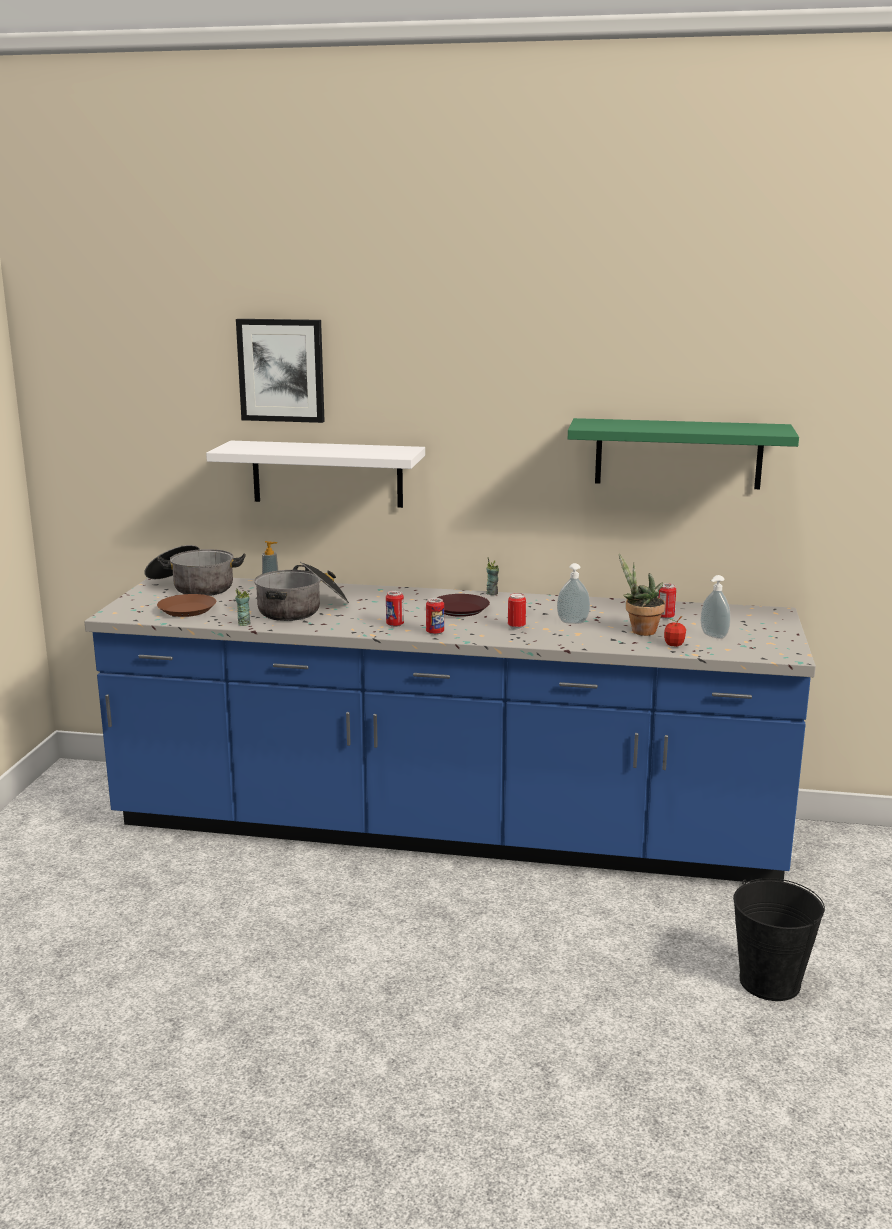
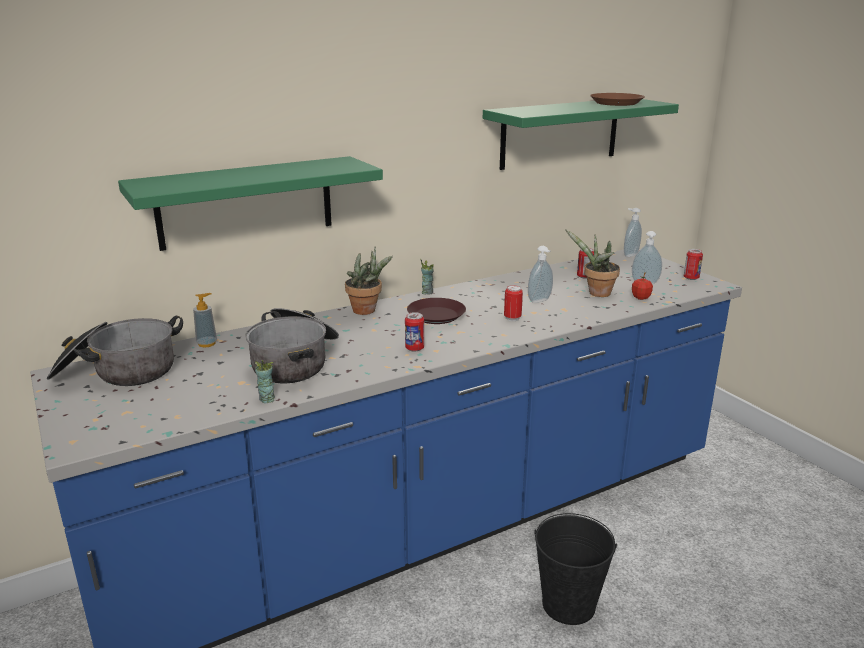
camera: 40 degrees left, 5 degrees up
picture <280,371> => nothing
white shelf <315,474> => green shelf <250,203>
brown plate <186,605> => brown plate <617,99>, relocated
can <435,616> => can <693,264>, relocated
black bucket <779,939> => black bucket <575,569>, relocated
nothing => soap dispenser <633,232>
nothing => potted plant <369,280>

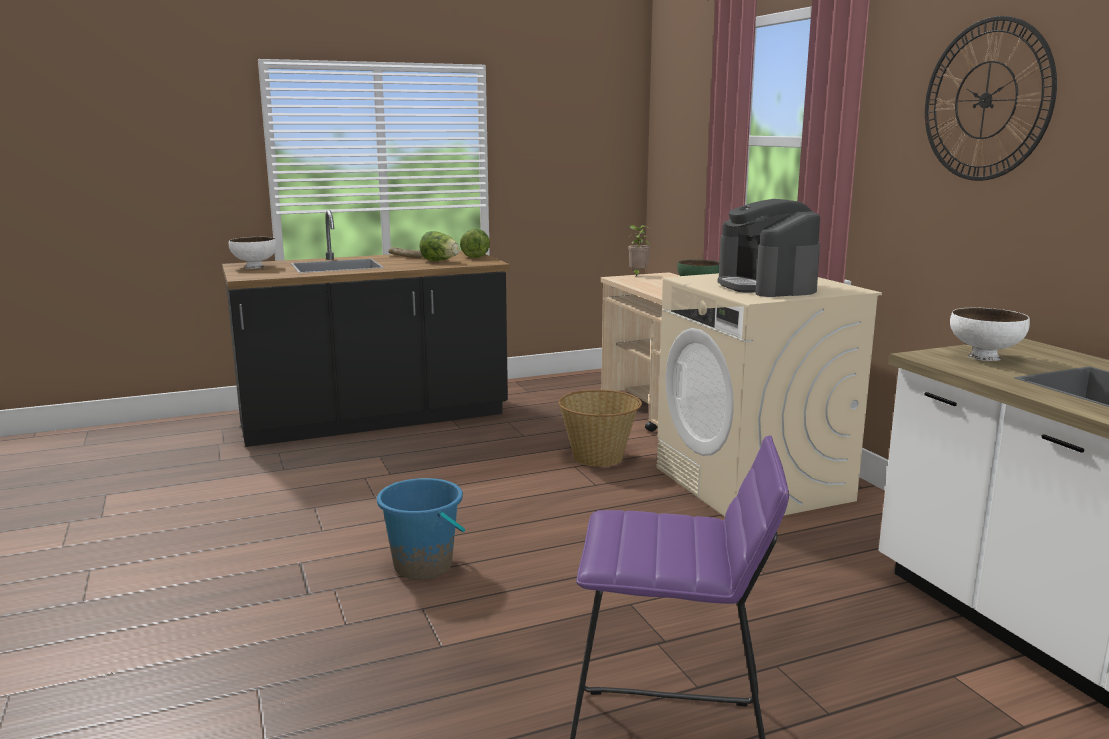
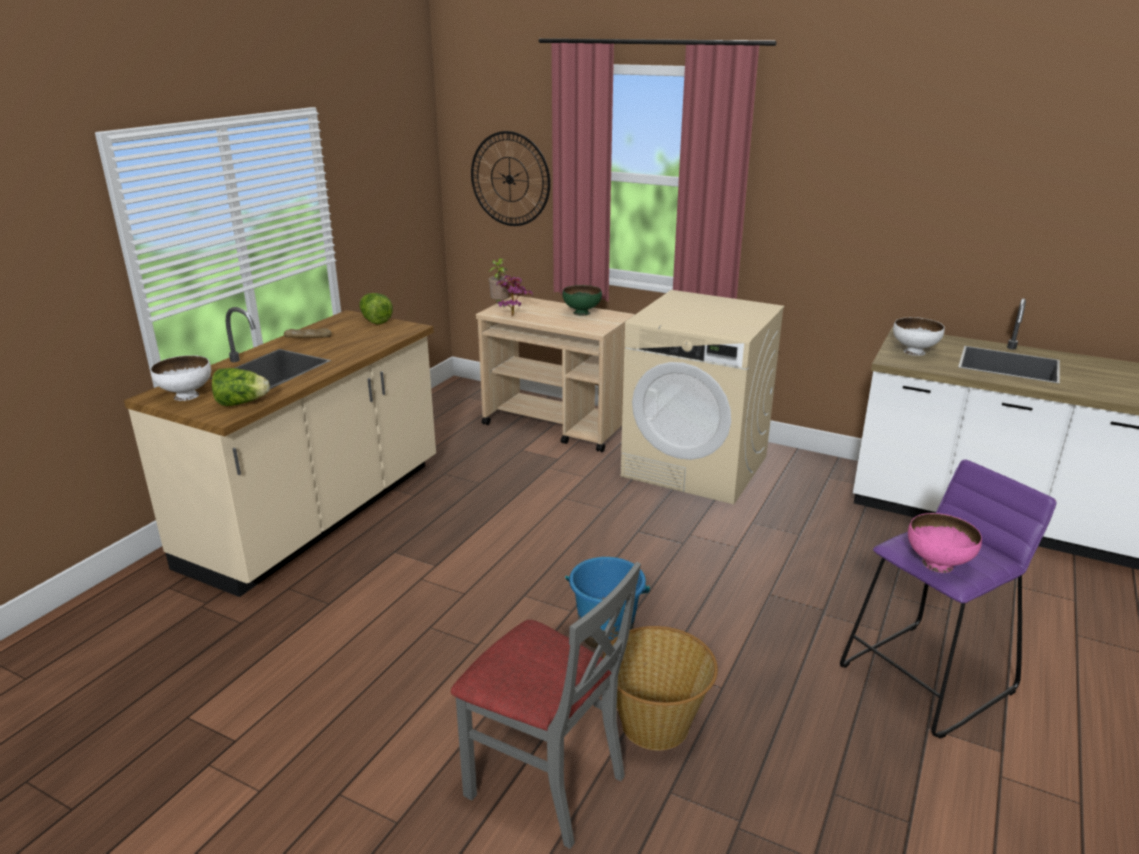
camera: 40 degrees left, 10 degrees up
wall clock <991,98> => wall clock <510,178>, relocated
coffee machine <769,248> => nothing
black counter <366,328> => beige counter <280,452>
lettuce <439,246> => lettuce <241,387>, relocated
basket <600,428> => basket <660,688>, relocated
nothing => potted plant <515,295>
nothing => pink bowl <945,543>
nothing => grey chair <546,705>

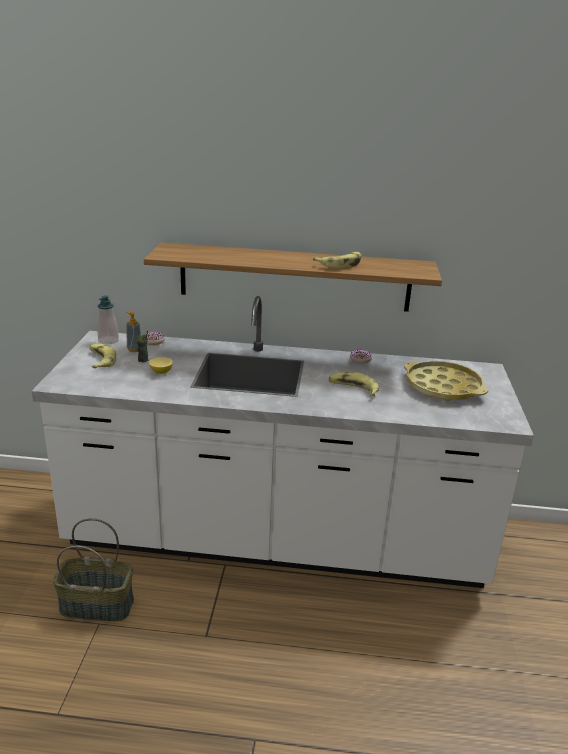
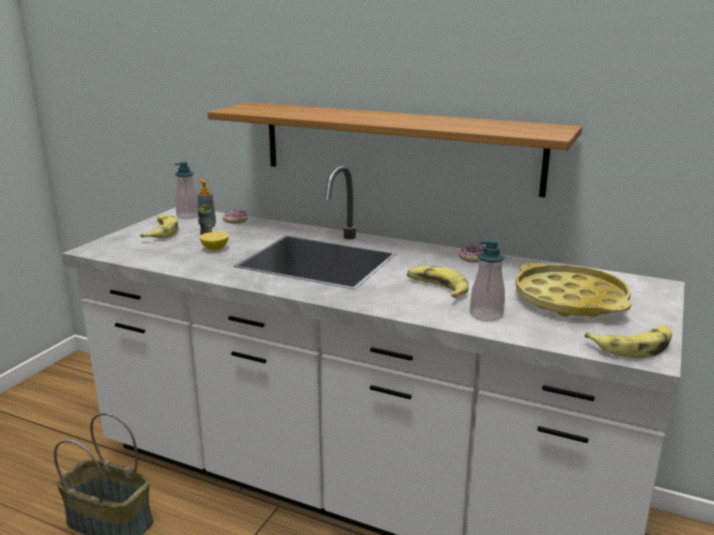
camera: 20 degrees right, 5 degrees down
banana <337,260> => banana <628,341>, relocated
nothing => soap dispenser <487,280>

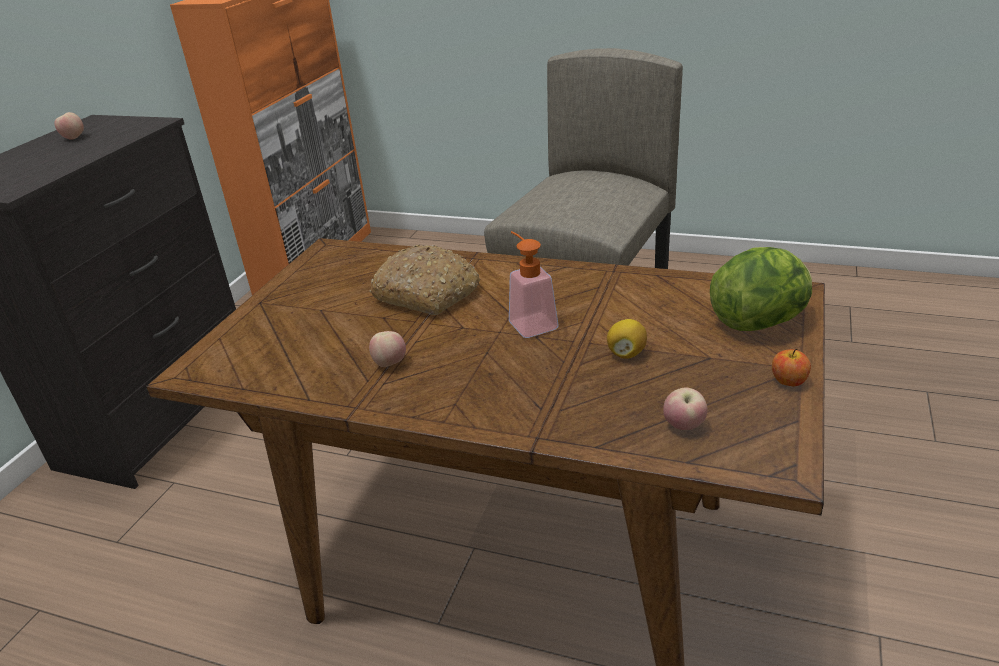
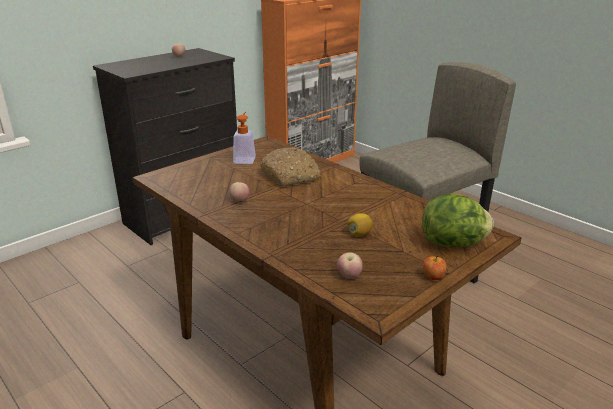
camera: 25 degrees right, 5 degrees down
soap dispenser <534,284> => soap dispenser <244,138>, relocated

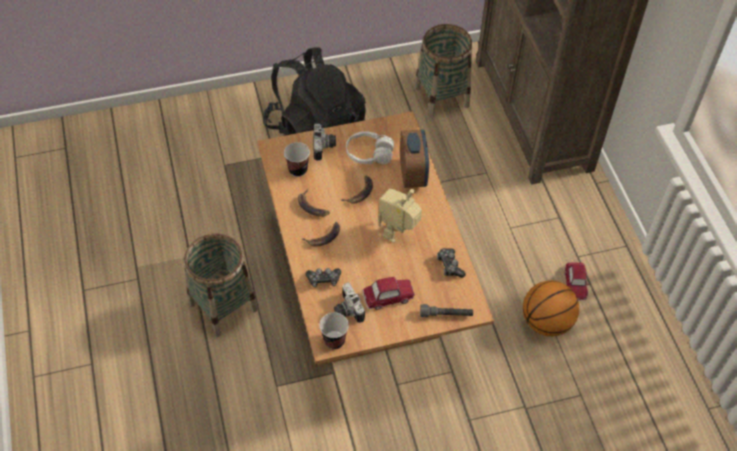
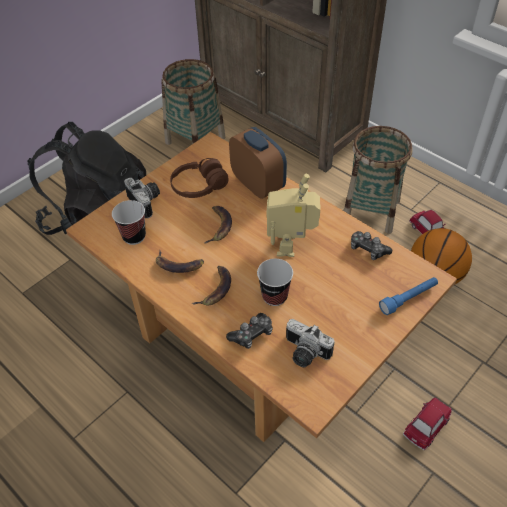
camera: 30 degrees left, 5 degrees down
white headphones <370,147> => brown headphones <199,178>
basket <221,285> => basket <378,180>, relocated
toy car <389,293> => toy car <427,424>, relocated
grey flashlight <446,311> => blue flashlight <408,296>
cup <334,331> => cup <275,282>, relocated

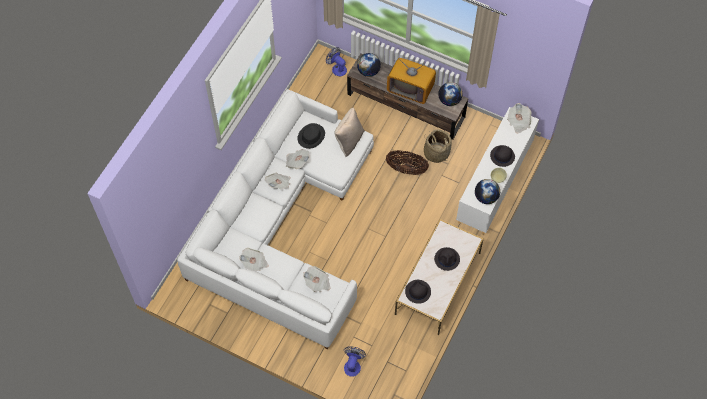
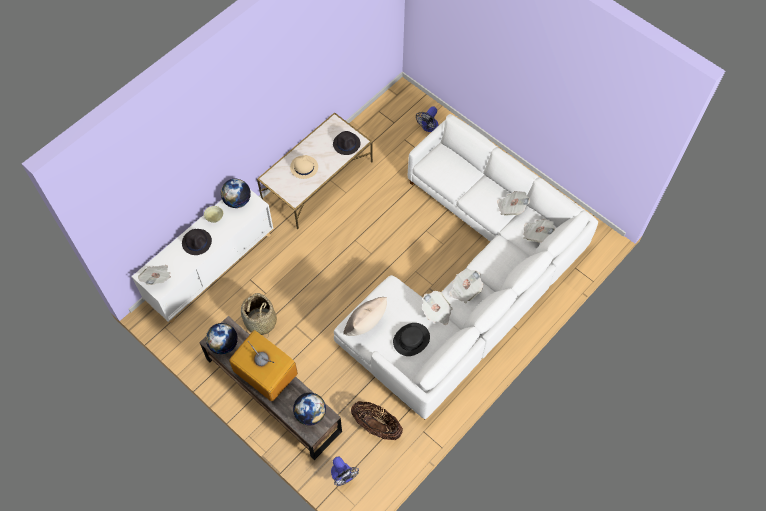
camera: 165 degrees left, 0 degrees up
basket <407,162> => basket <377,420>, relocated
black hat <447,259> => beige hat <304,167>
newspaper <317,279> => newspaper <539,230>, relocated

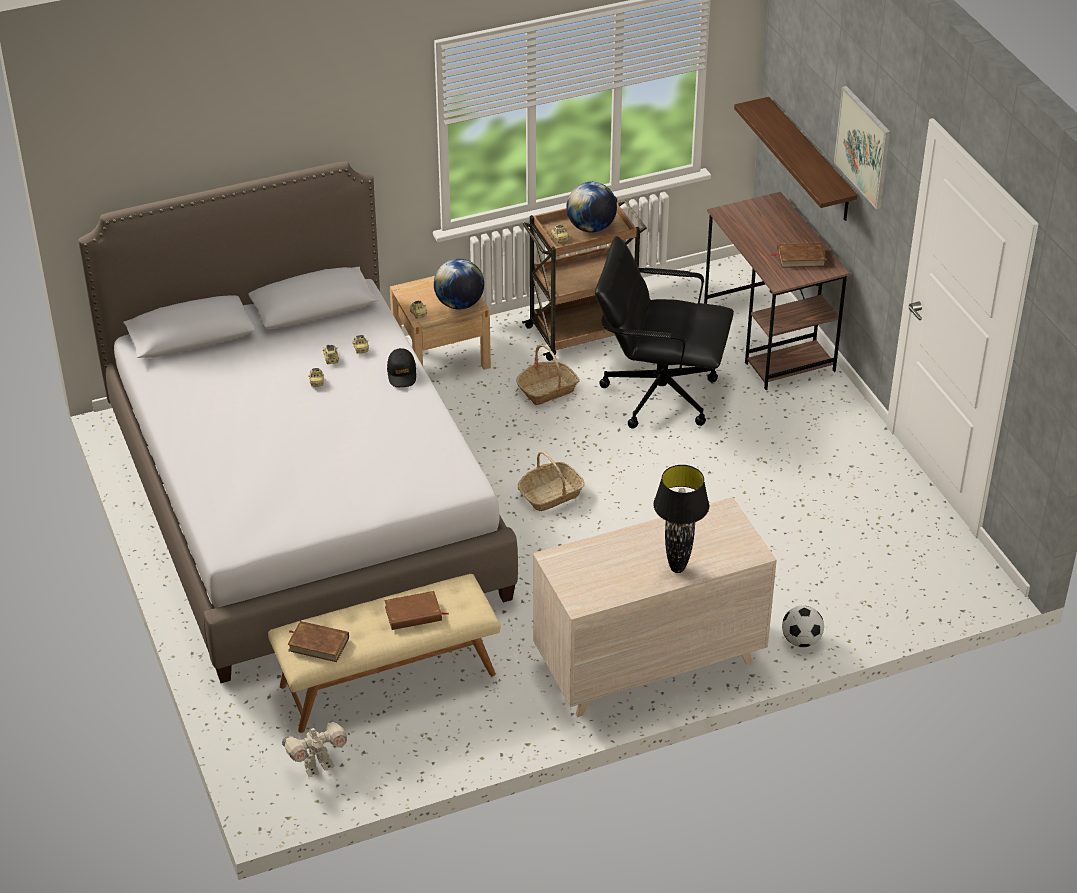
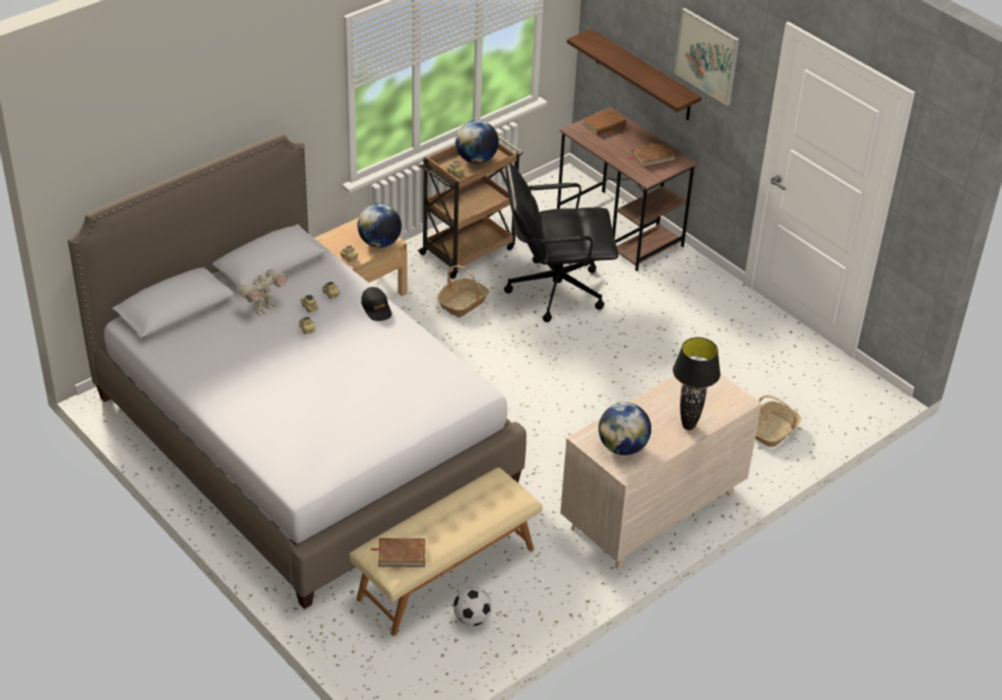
camera: 20 degrees left, 0 degrees up
basket <551,481> => basket <778,421>, relocated
brown book <416,610> => brown book <605,122>, relocated
football <803,626> => football <472,606>, relocated
toy robot <314,748> => toy robot <261,292>, relocated
nothing => globe <624,428>

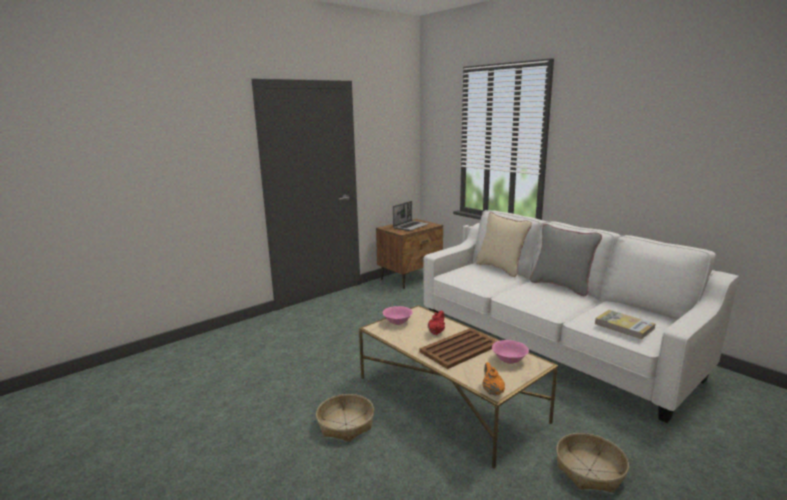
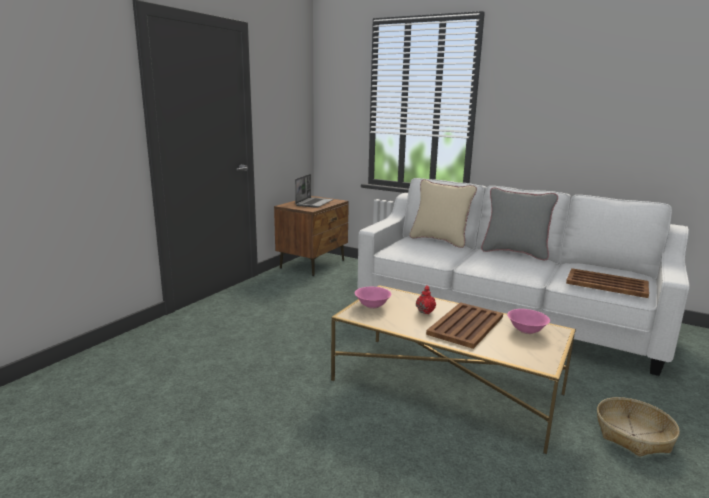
camera: 20 degrees left, 0 degrees up
book <625,324> => brown tray <607,283>
orange teapot <493,379> => nothing
basket <345,418> => nothing

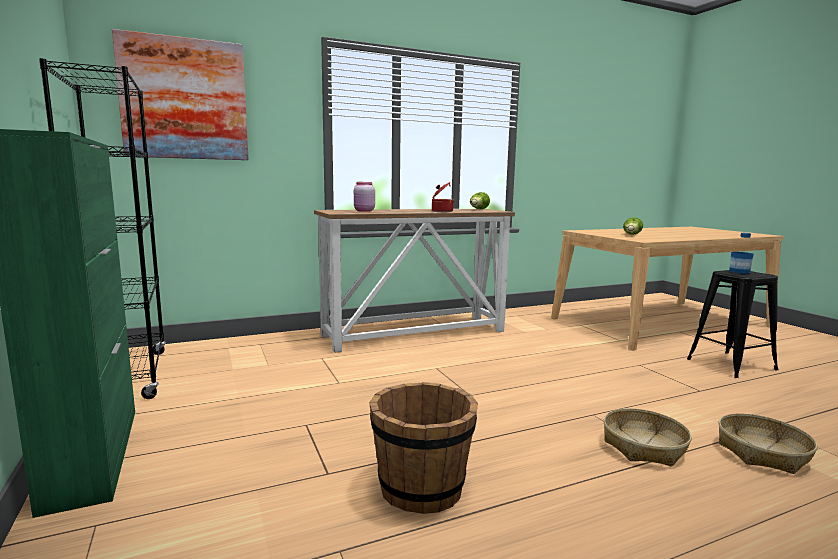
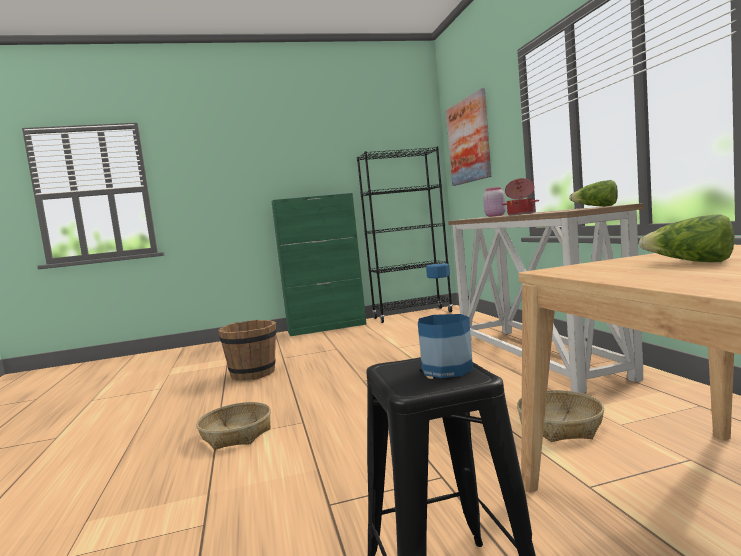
camera: 100 degrees right, 5 degrees down
basket <768,443> => basket <560,416>, relocated

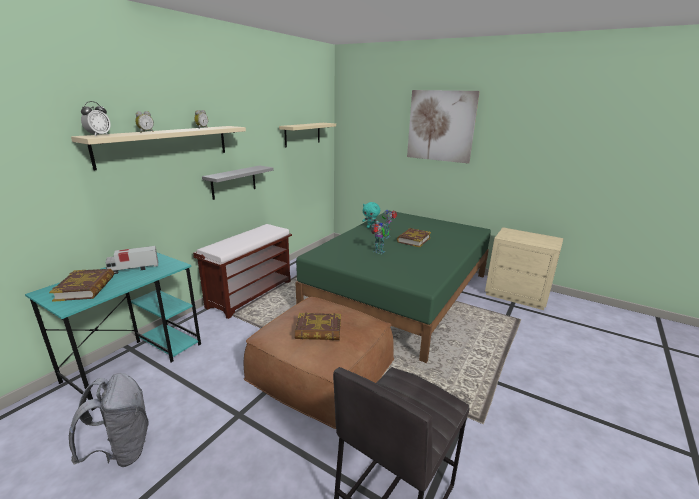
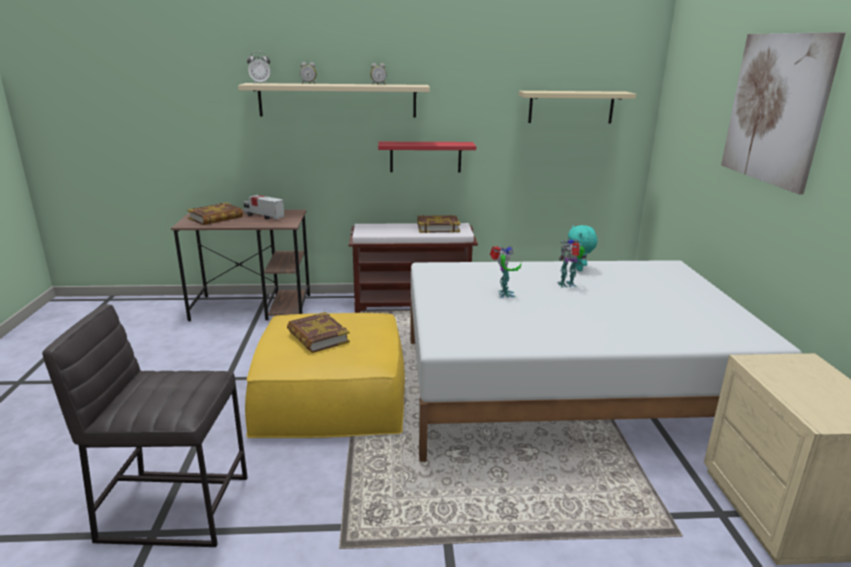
camera: 55 degrees right, 0 degrees up
grey shelf <238,183> => red shelf <427,157>
green bed <393,287> => white bed <606,361>
book <414,237> => book <438,224>, relocated
turquoise desk <113,332> => brown desk <240,265>
brown ottoman <319,363> => yellow ottoman <325,375>
grey backpack <109,420> => nothing

